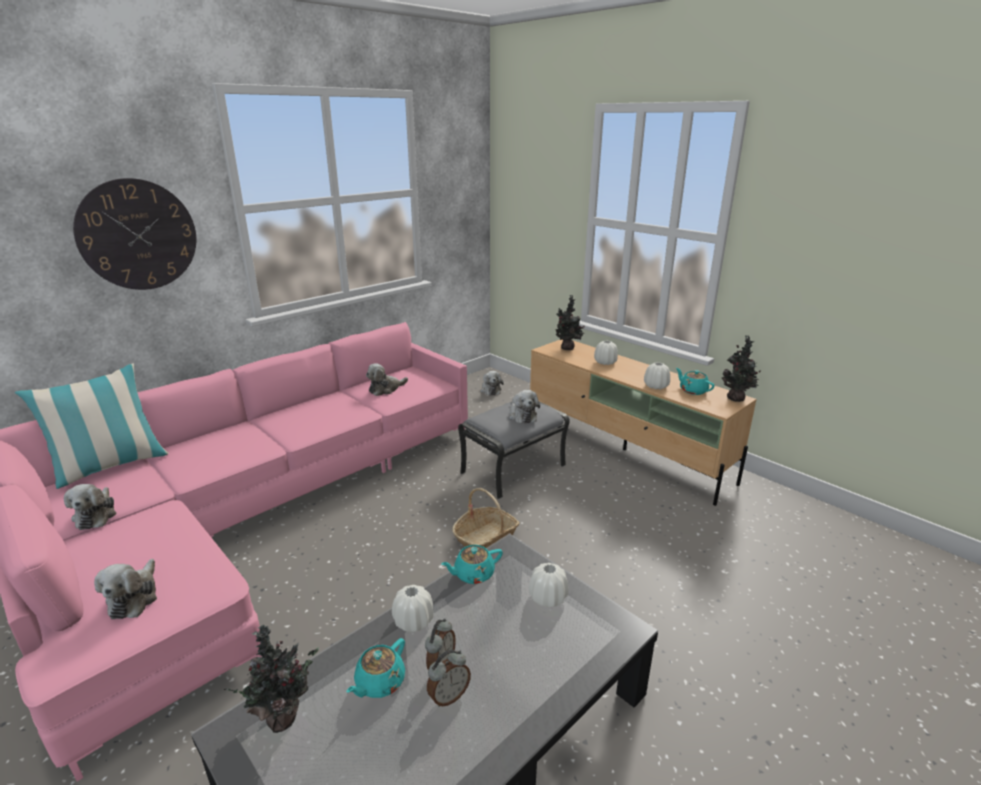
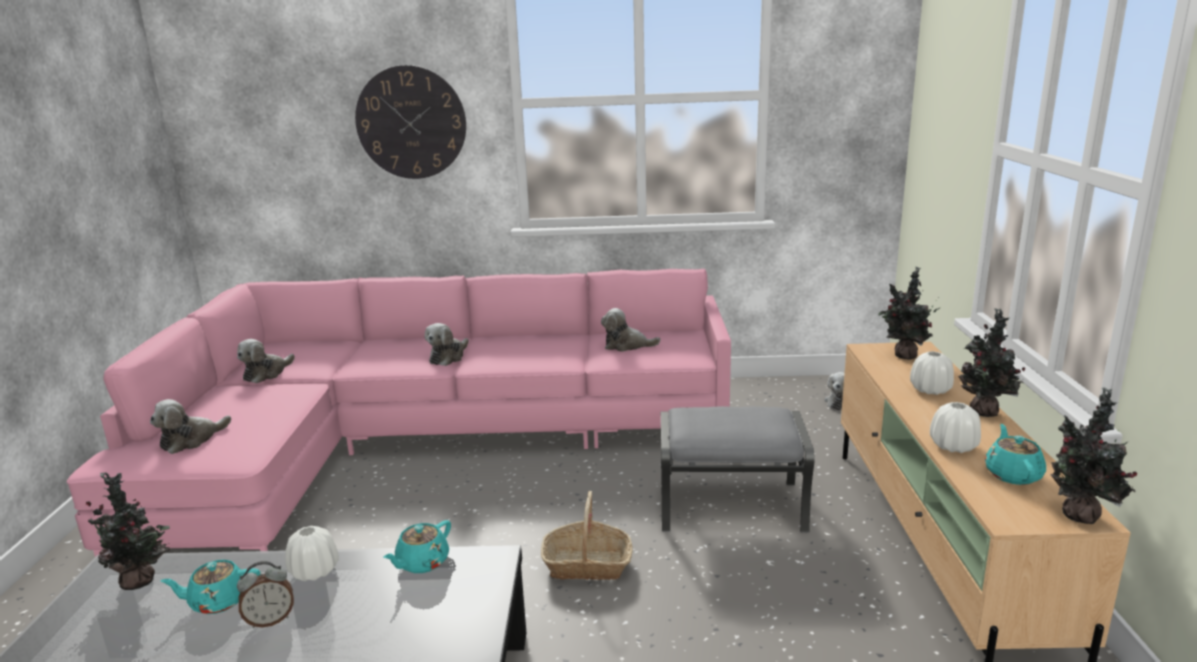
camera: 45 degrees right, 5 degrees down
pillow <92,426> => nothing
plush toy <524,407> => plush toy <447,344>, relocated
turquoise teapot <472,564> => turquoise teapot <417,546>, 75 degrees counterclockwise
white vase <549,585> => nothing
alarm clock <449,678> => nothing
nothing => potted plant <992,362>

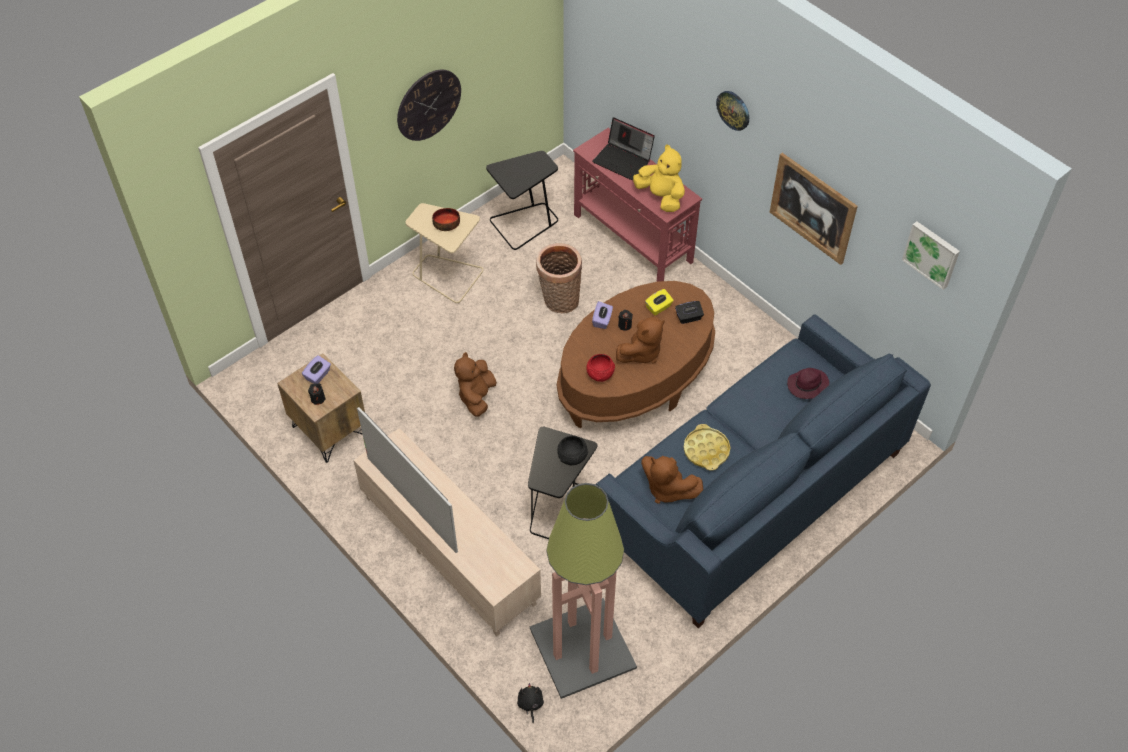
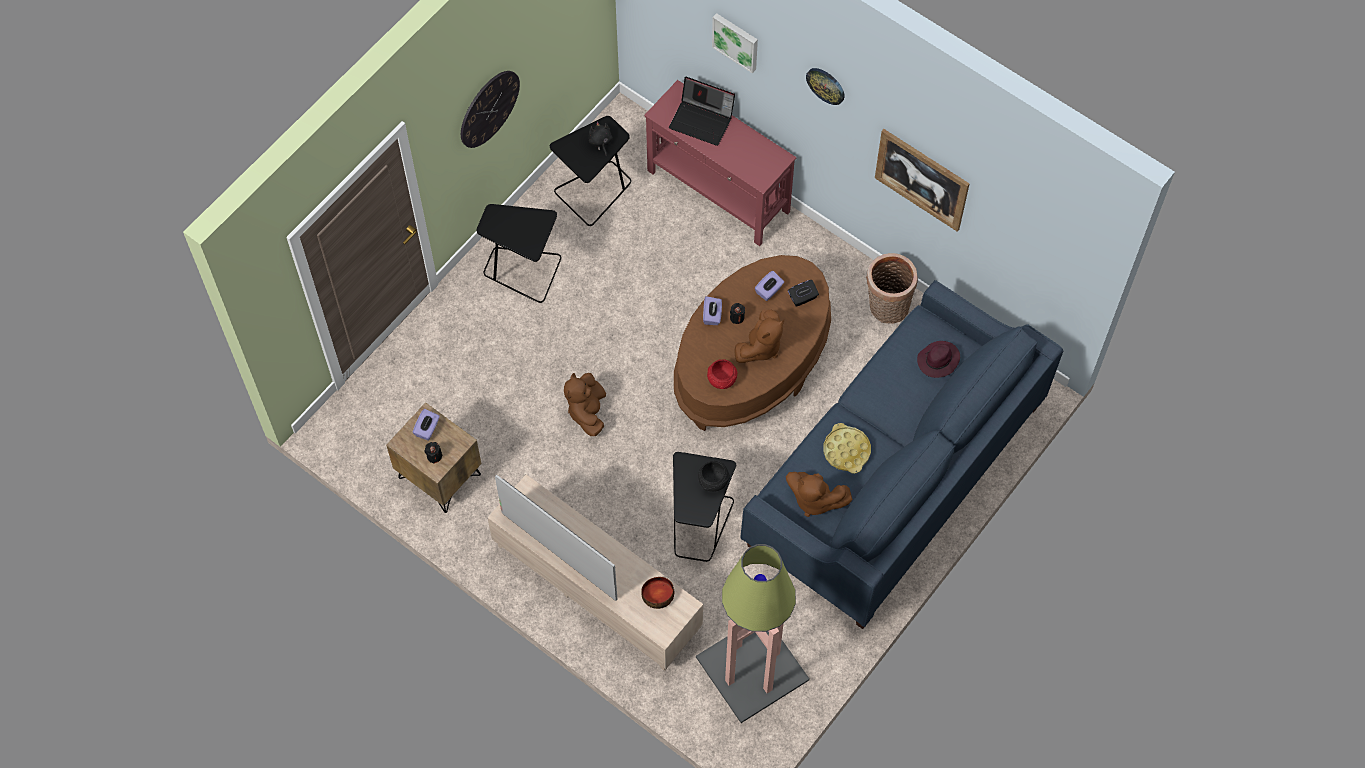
camera: 10 degrees left, 10 degrees up
yellow plush toy <659,178> => nothing
beige side table <444,253> => black side table <519,253>
bowl <446,219> => bowl <657,593>, relocated
picture <931,255> => picture <735,43>, relocated
basket <559,278> => basket <892,288>, relocated
yellow tissue box <659,302> => purple tissue box <769,286>
black plush toy <530,703> => black plush toy <601,138>, relocated

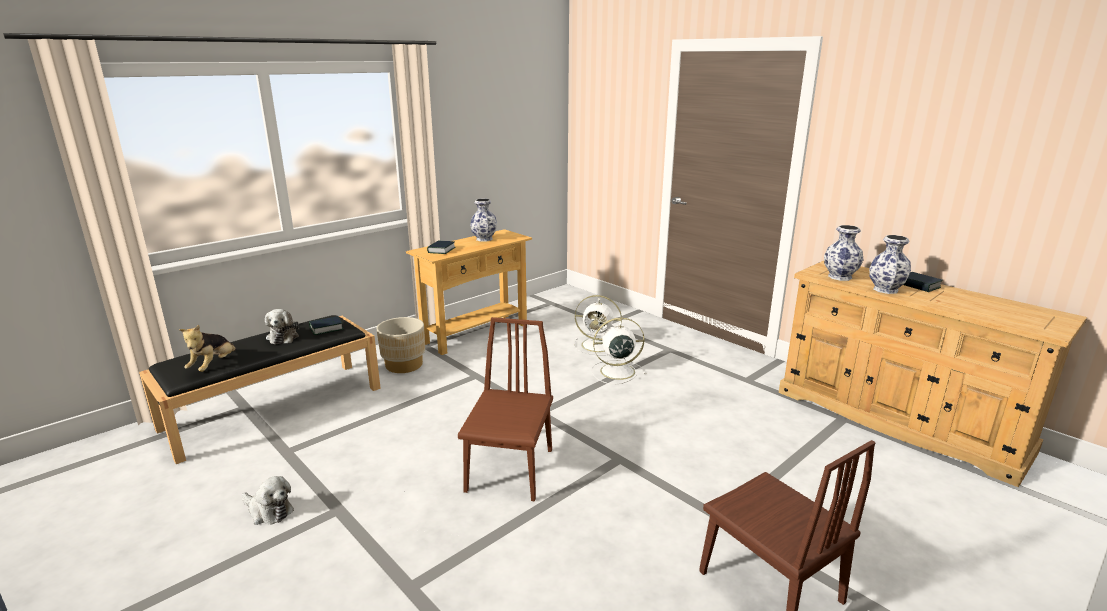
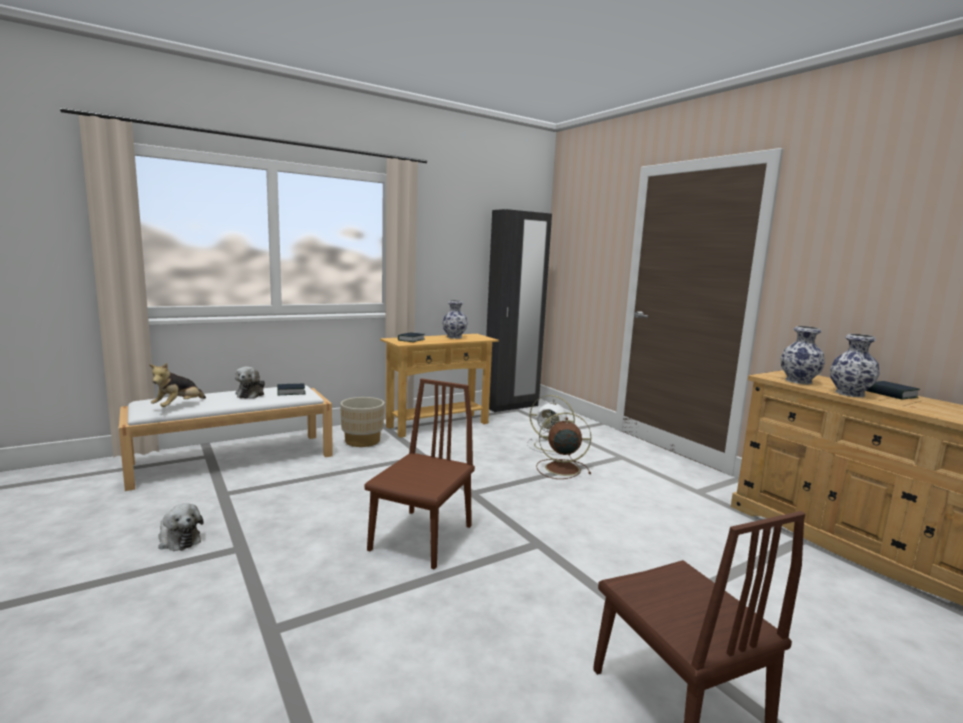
camera: 10 degrees right, 10 degrees down
black bench <260,389> => white bench <225,438>
white fan <619,351> => brown fan <563,445>
nothing => black wardrobe <519,310>

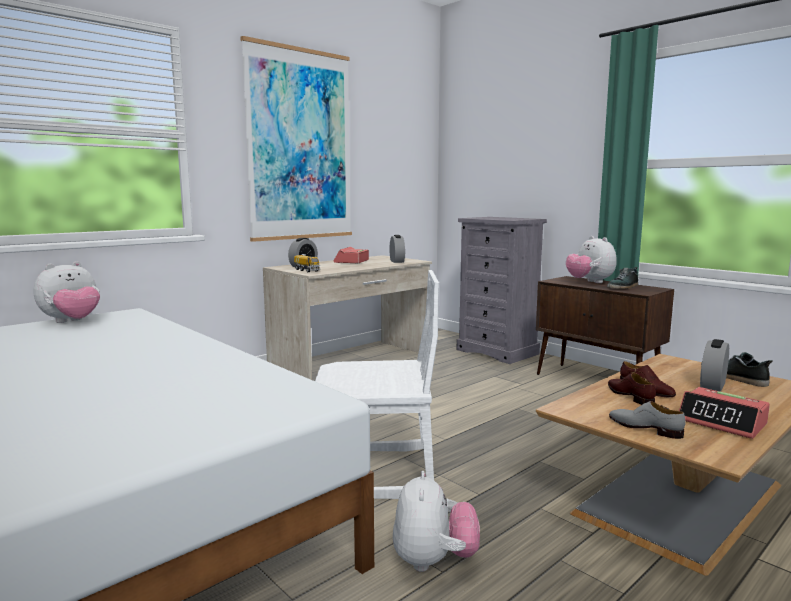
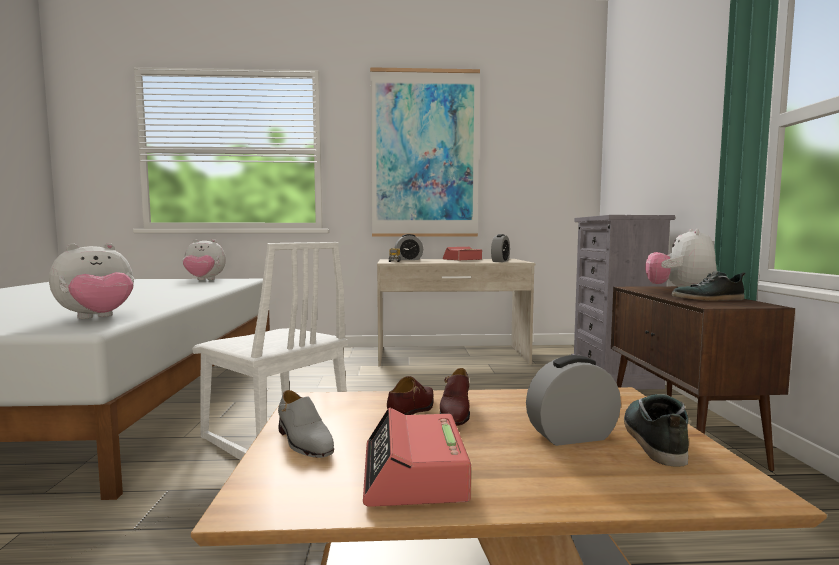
camera: 40 degrees right, 5 degrees down
grey shoe <647,420> => grey shoe <306,424>, 150 degrees clockwise
plush toy <436,521> => plush toy <91,281>, relocated

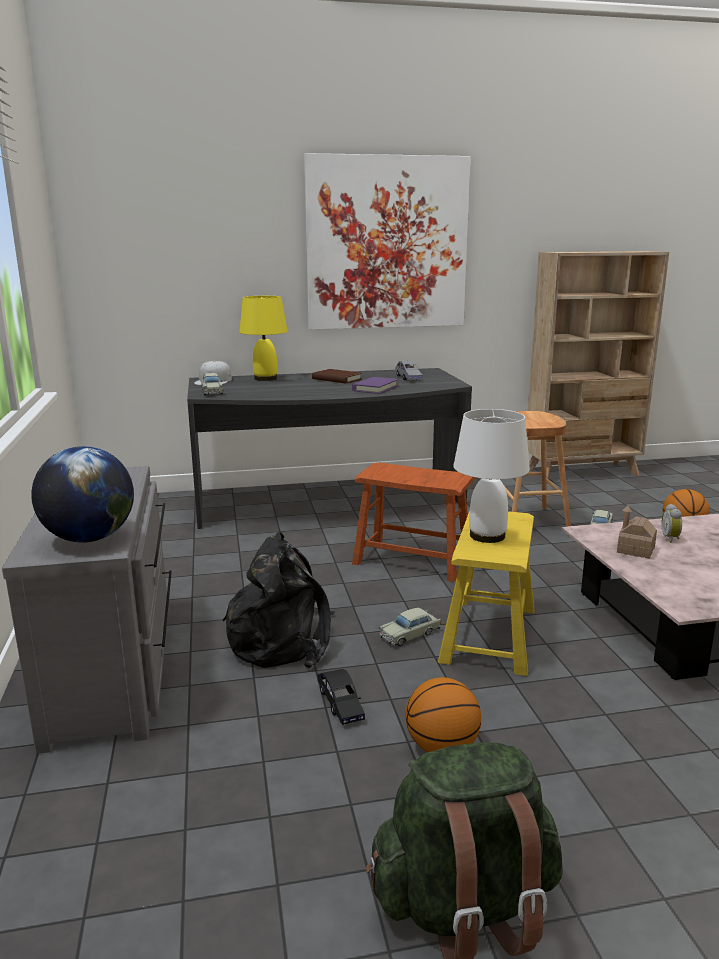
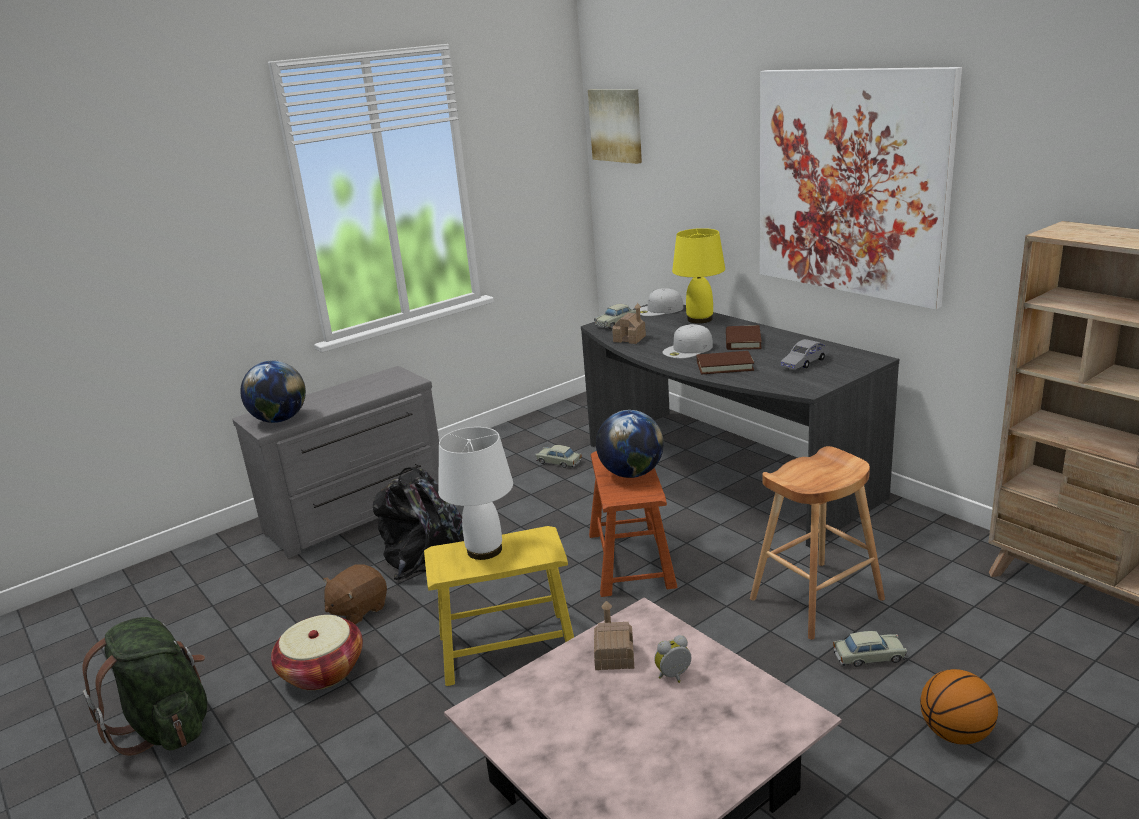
camera: 65 degrees right, 5 degrees up
purple book <375,385> => brown book <725,362>
beige toy car <410,627> => beige toy car <558,456>, relocated
black toy car <341,697> => brown plush toy <355,595>
basketball <443,714> => basket <317,652>
nothing => picture <615,126>
nothing => toy house <629,323>
nothing => white cap <688,341>
nothing => globe <630,444>

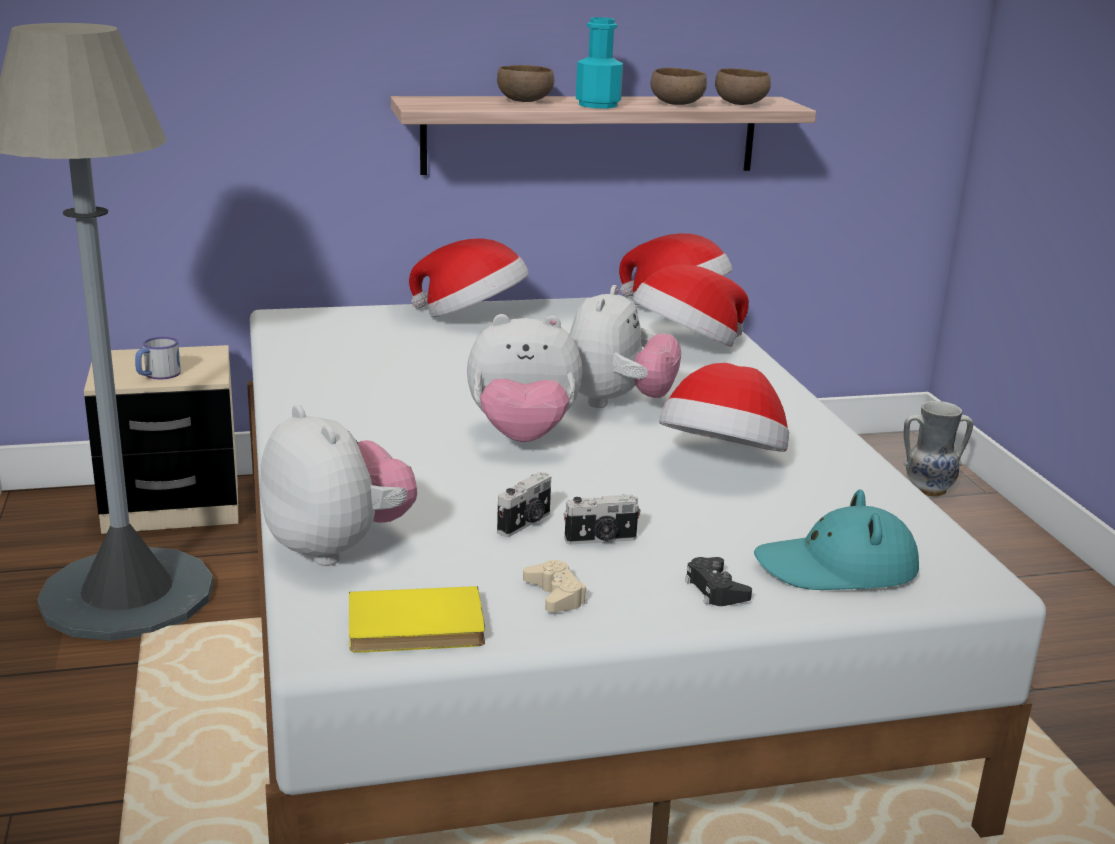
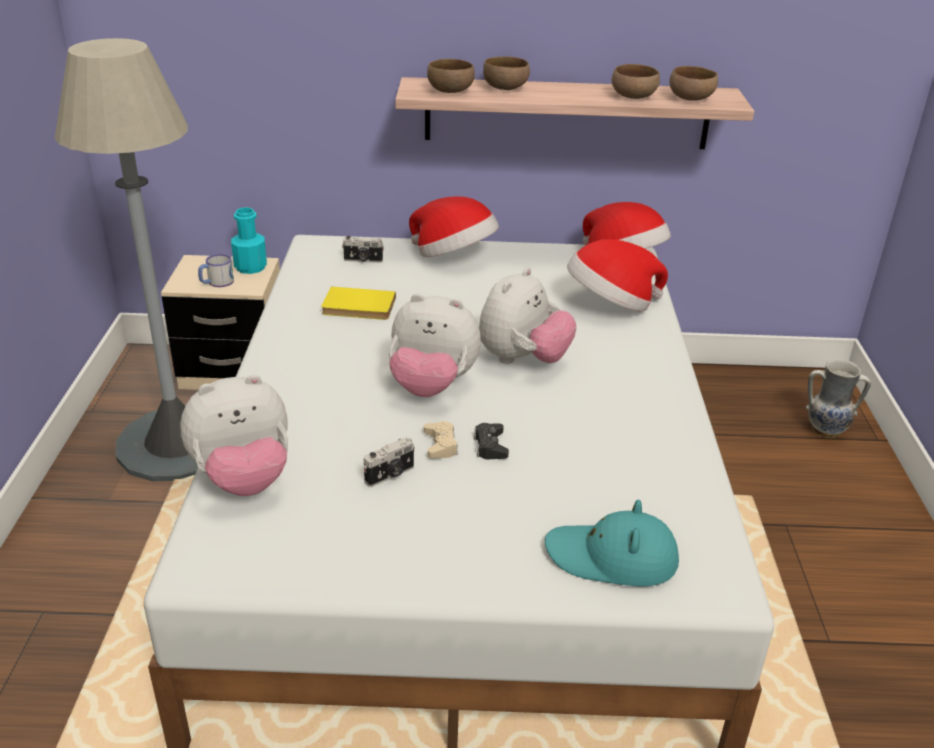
camera: 15 degrees right, 10 degrees up
turquoise bottle <599,62> => turquoise bottle <249,240>, relocated
hat <724,407> => nothing
plush toy <338,485> => plush toy <234,435>, 90 degrees clockwise
photo camera <602,520> => photo camera <363,249>, relocated
black game controller <718,581> => black game controller <491,441>, relocated
beige game controller <554,586> => beige game controller <441,440>, relocated
yellow book <417,619> => yellow book <358,303>, relocated
nothing => brown bowl <451,76>

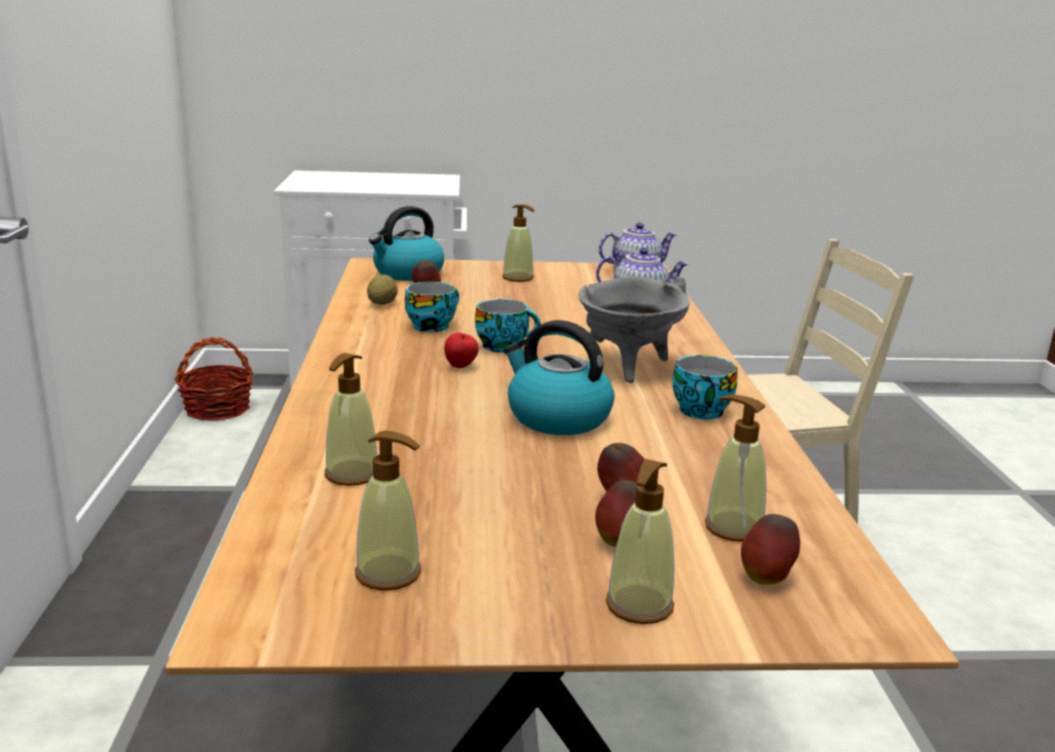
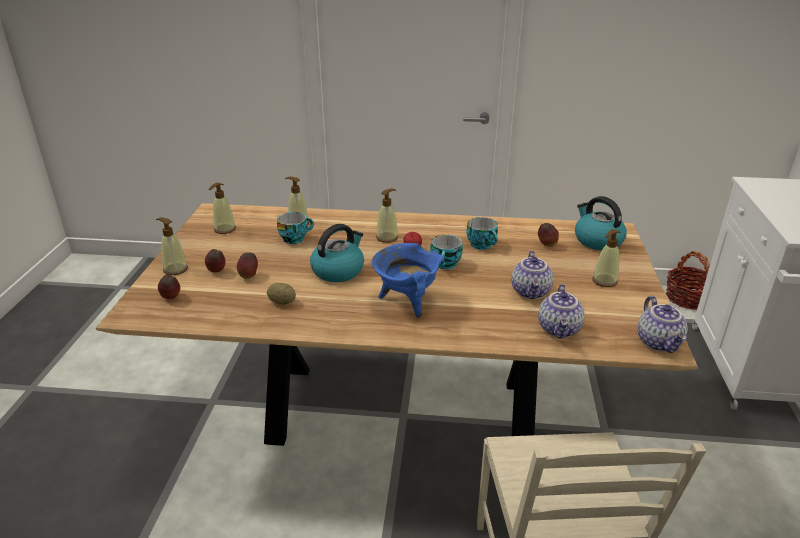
camera: 100 degrees right, 10 degrees up
potato <382,290> => potato <281,294>, relocated
grey cooking pot <634,329> => blue cooking pot <407,280>
cup <704,387> => cup <295,228>, relocated
soap dispenser <735,468> => soap dispenser <387,215>, relocated
nothing => teapot <532,275>

